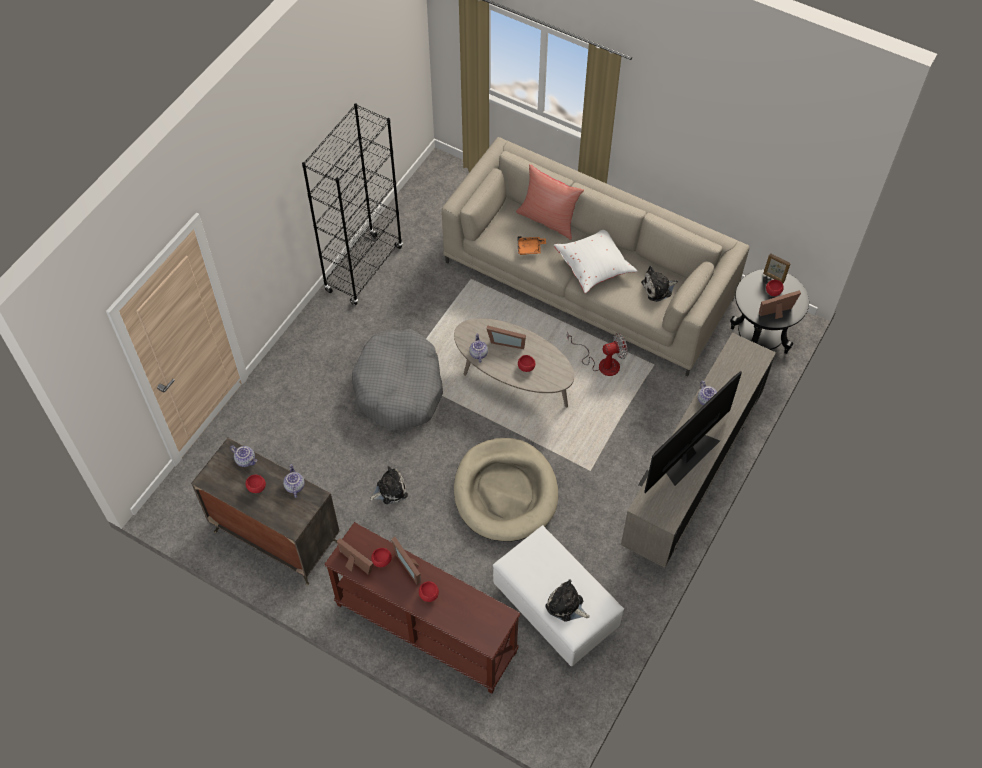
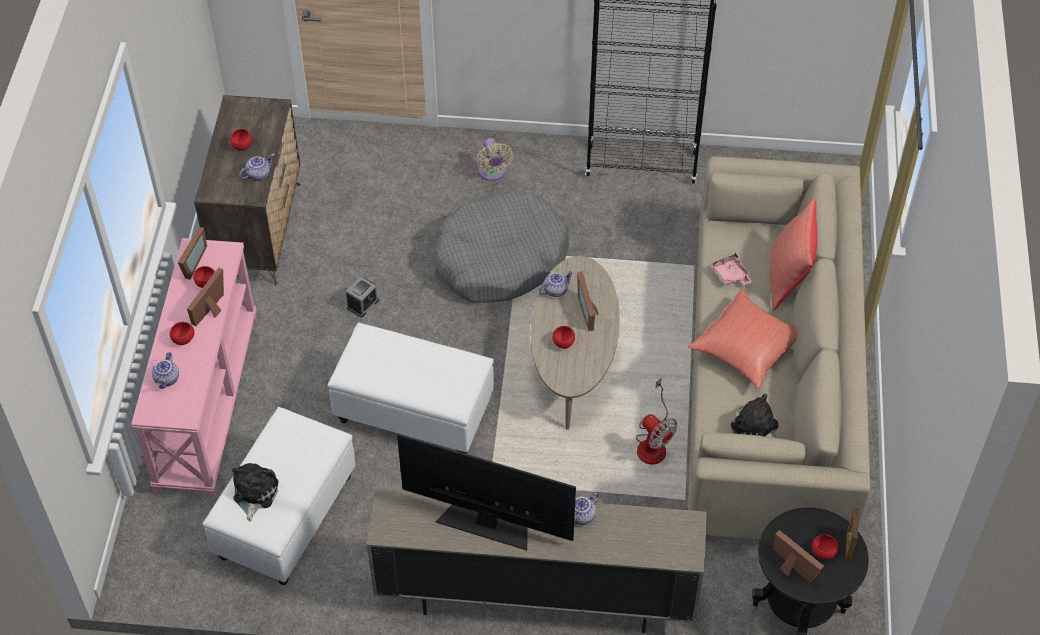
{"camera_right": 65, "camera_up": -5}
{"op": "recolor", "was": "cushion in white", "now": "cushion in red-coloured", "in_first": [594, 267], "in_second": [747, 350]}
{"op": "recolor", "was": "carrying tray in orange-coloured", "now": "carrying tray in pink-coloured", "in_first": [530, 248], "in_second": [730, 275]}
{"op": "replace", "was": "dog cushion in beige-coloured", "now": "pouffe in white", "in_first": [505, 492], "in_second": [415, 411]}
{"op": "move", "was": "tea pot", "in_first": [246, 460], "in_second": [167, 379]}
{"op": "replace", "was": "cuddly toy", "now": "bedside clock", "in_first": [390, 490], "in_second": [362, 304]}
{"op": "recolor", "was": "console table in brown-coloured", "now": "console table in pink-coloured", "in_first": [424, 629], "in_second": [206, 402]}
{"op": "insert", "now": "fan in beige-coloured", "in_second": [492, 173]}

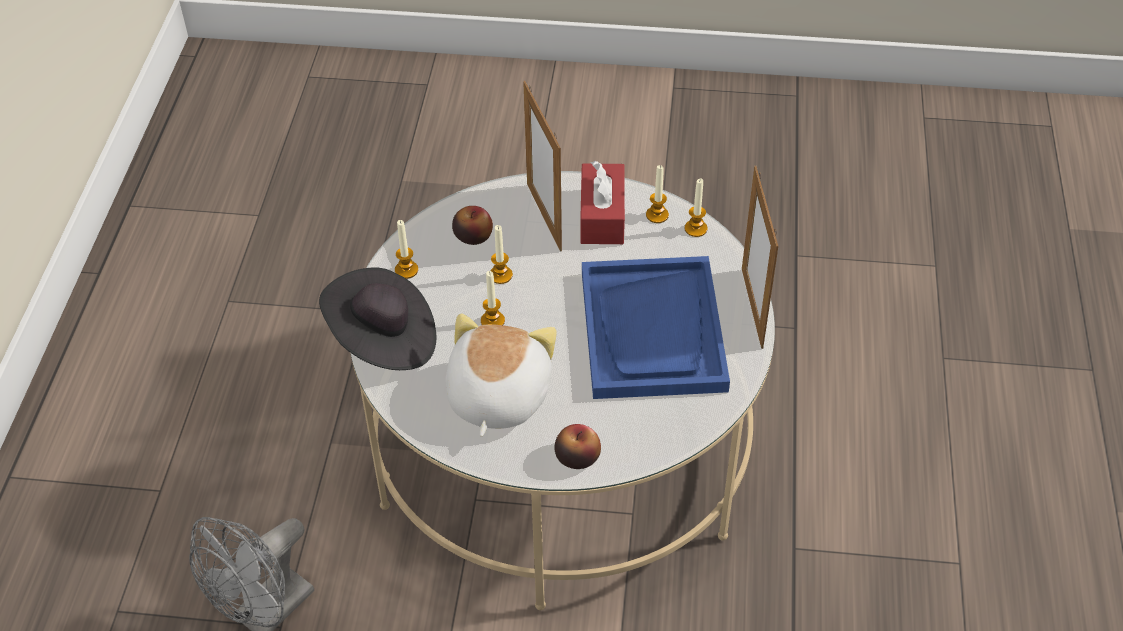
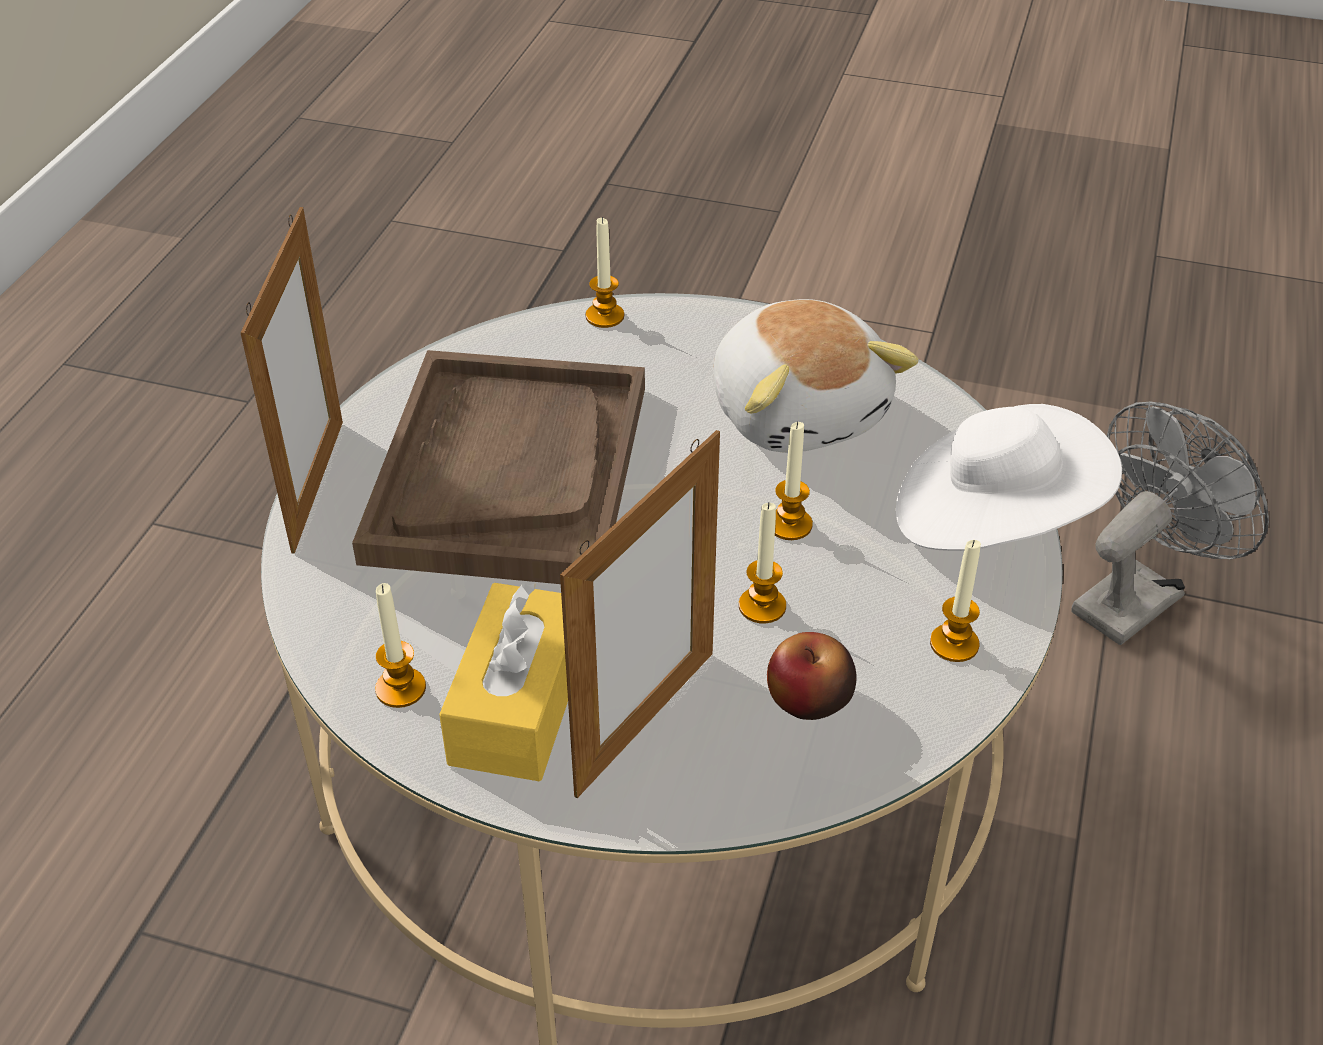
{"camera_right": -170, "camera_up": -5}
{"op": "rotate", "was": "photo frame", "in_first": [544, 217], "in_second": [645, 722], "clockwise": 45}
{"op": "recolor", "was": "box of tissues in red-coloured", "now": "box of tissues in yellow", "in_first": [602, 216], "in_second": [518, 704]}
{"op": "move", "was": "wax light", "in_first": [695, 229], "in_second": [605, 316]}
{"op": "recolor", "was": "carrying tray in blue", "now": "carrying tray in brown-coloured", "in_first": [653, 331], "in_second": [509, 471]}
{"op": "recolor", "was": "hat in black-coloured", "now": "hat in white", "in_first": [383, 340], "in_second": [993, 519]}
{"op": "rotate", "was": "cuddly toy", "in_first": [496, 396], "in_second": [799, 411], "clockwise": -45}
{"op": "delete", "was": "apple fruit", "in_first": [577, 457]}

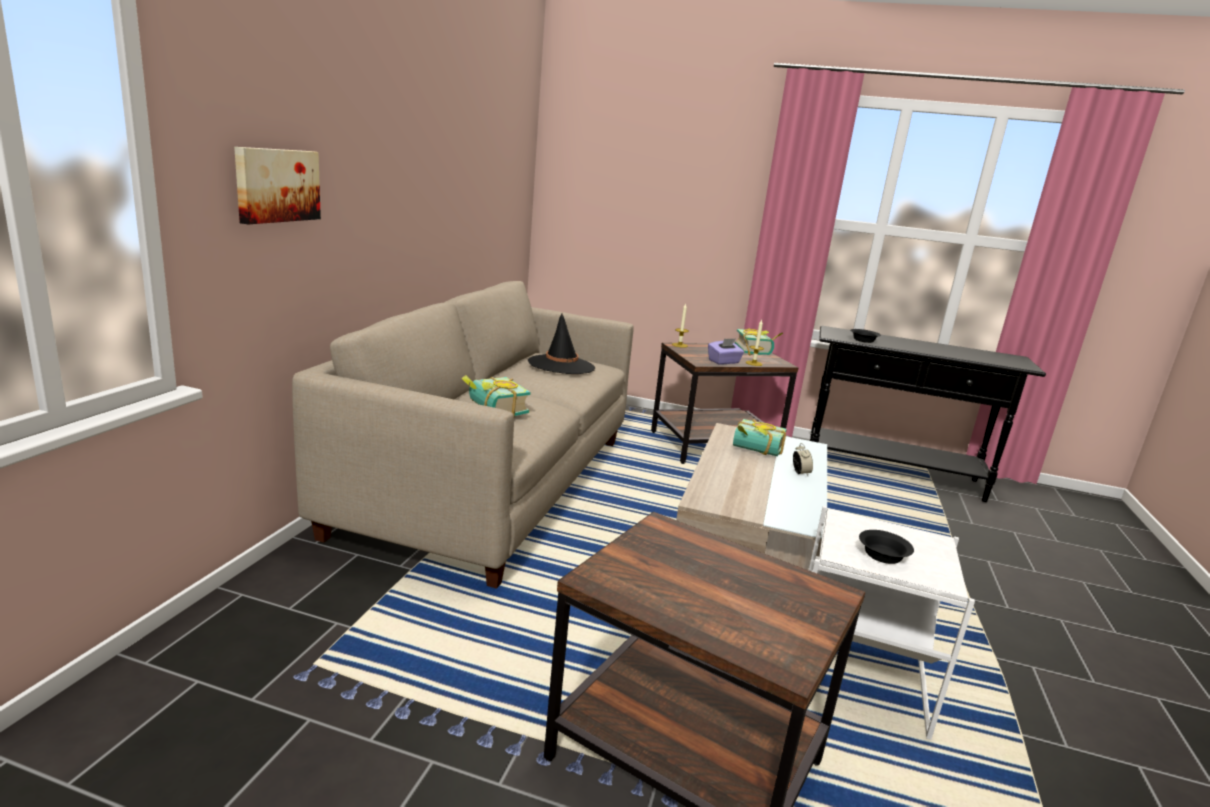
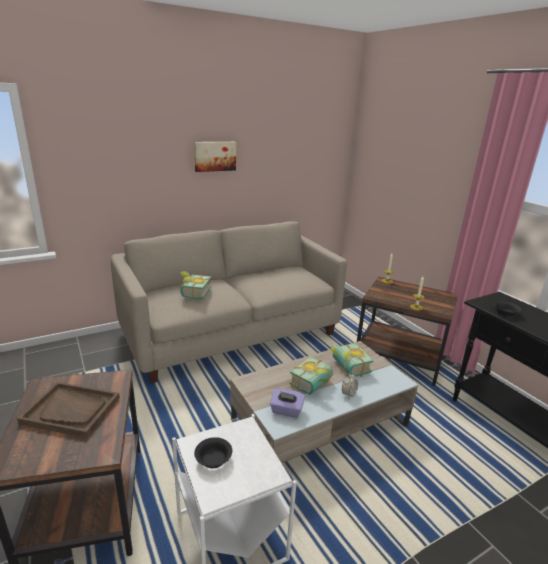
{"camera_right": 45, "camera_up": 5}
{"op": "move", "was": "wall picture", "in_first": [276, 185], "in_second": [214, 156]}
{"op": "delete", "was": "hat in black-coloured", "in_first": [561, 365]}
{"op": "move", "was": "bound book", "in_first": [757, 351], "in_second": [314, 385]}
{"op": "move", "was": "box of tissues in purplish", "in_first": [724, 362], "in_second": [286, 411]}
{"op": "insert", "now": "carrying tray in brown-coloured", "in_second": [71, 410]}

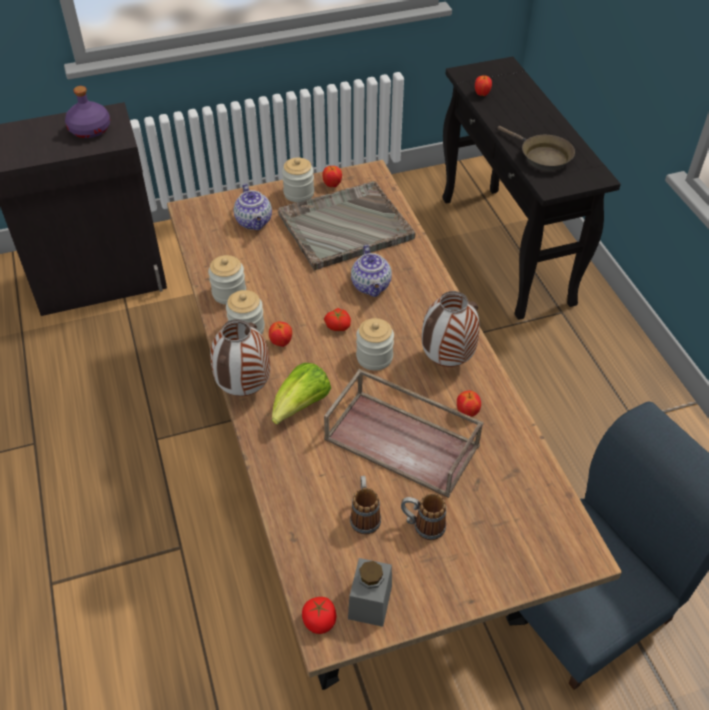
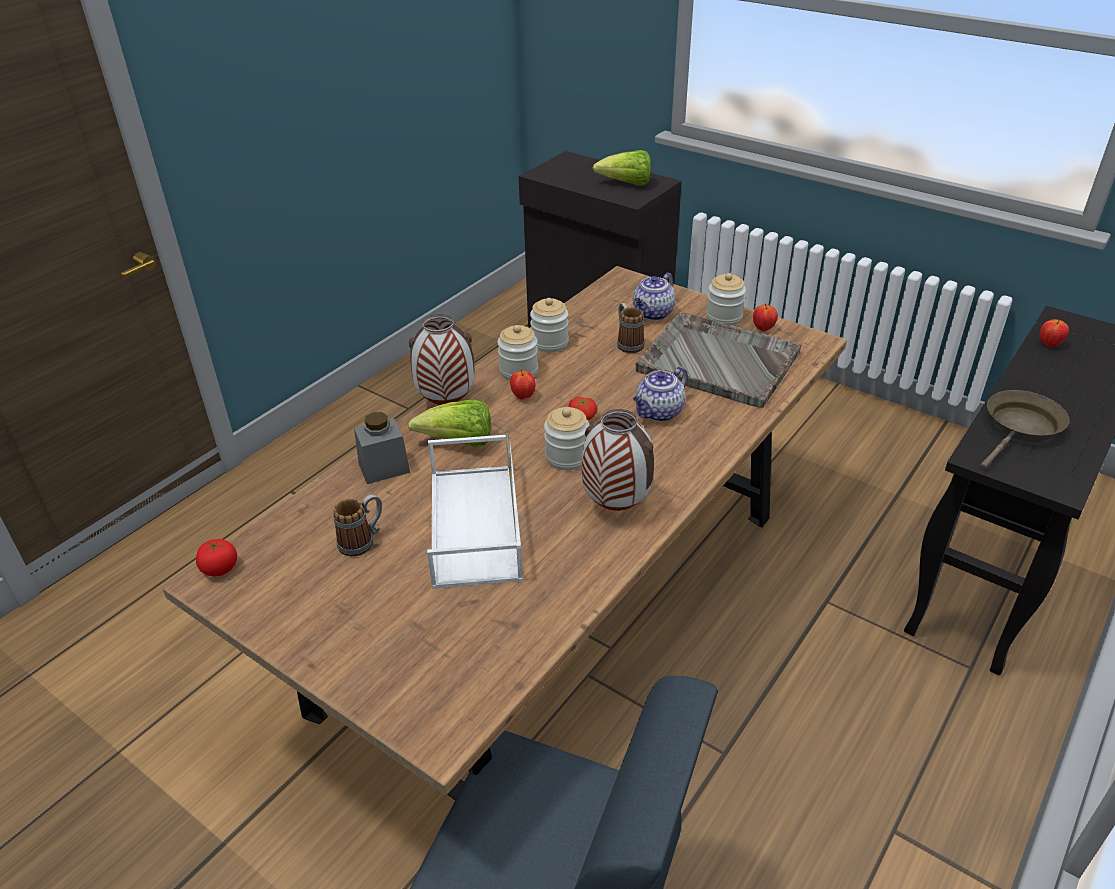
{"camera_right": 55, "camera_up": -10}
{"op": "replace", "was": "drink bottle in purplish", "now": "lettuce head", "in_first": [90, 129], "in_second": [626, 184]}
{"op": "rotate", "was": "skillet in brown-coloured", "in_first": [542, 157], "in_second": [1020, 429], "clockwise": -150}
{"op": "recolor", "was": "carrying tray in brown-coloured", "now": "carrying tray in white", "in_first": [403, 442], "in_second": [476, 525]}
{"op": "delete", "was": "apple fruit", "in_first": [467, 413]}
{"op": "move", "was": "tea mug", "in_first": [422, 525], "in_second": [627, 343]}
{"op": "move", "was": "preserve jar in greyish", "in_first": [370, 602], "in_second": [384, 468]}

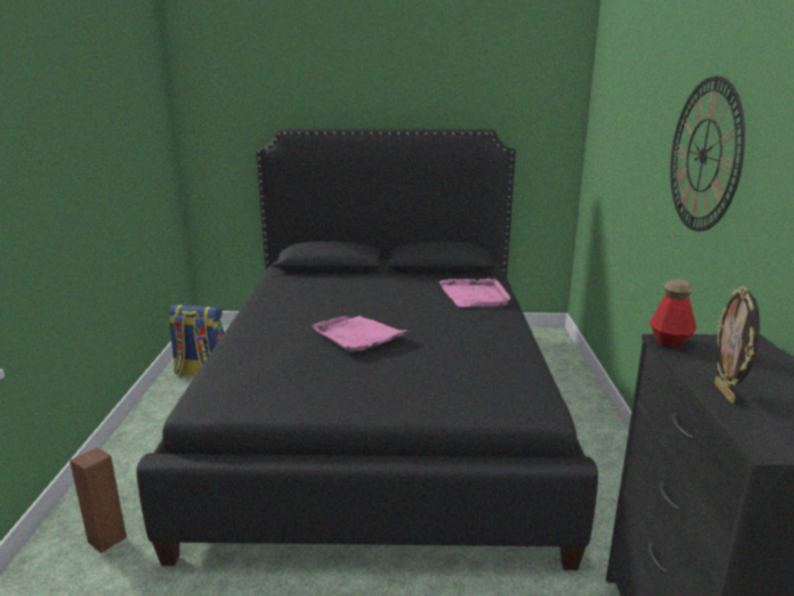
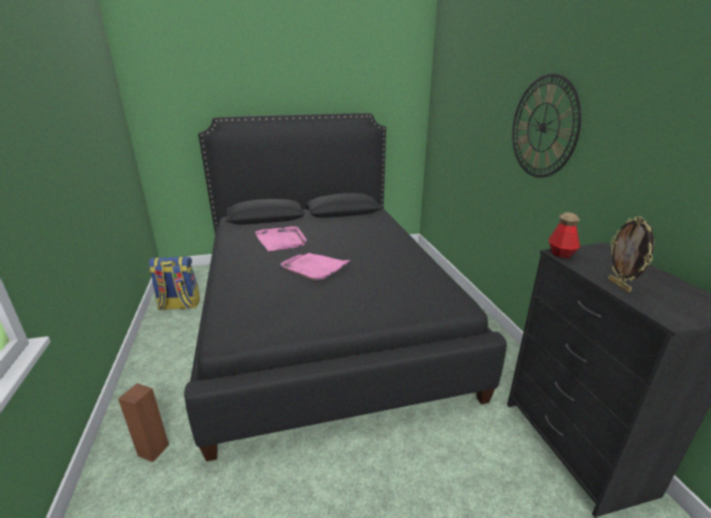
{"camera_right": -15, "camera_up": 5}
{"op": "move", "was": "carrying tray in pink-coloured", "in_first": [475, 295], "in_second": [282, 240]}

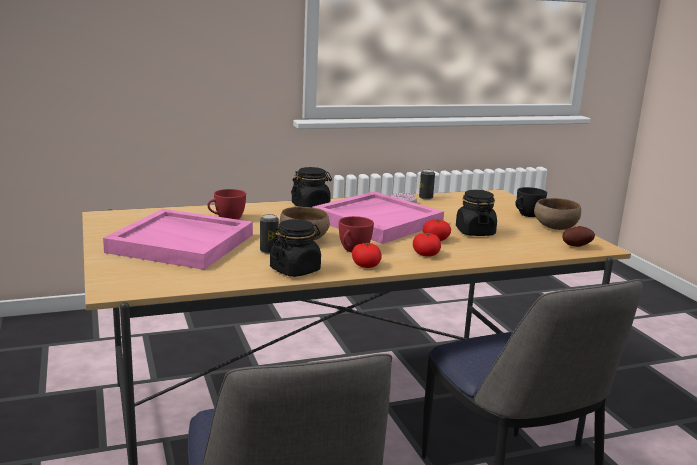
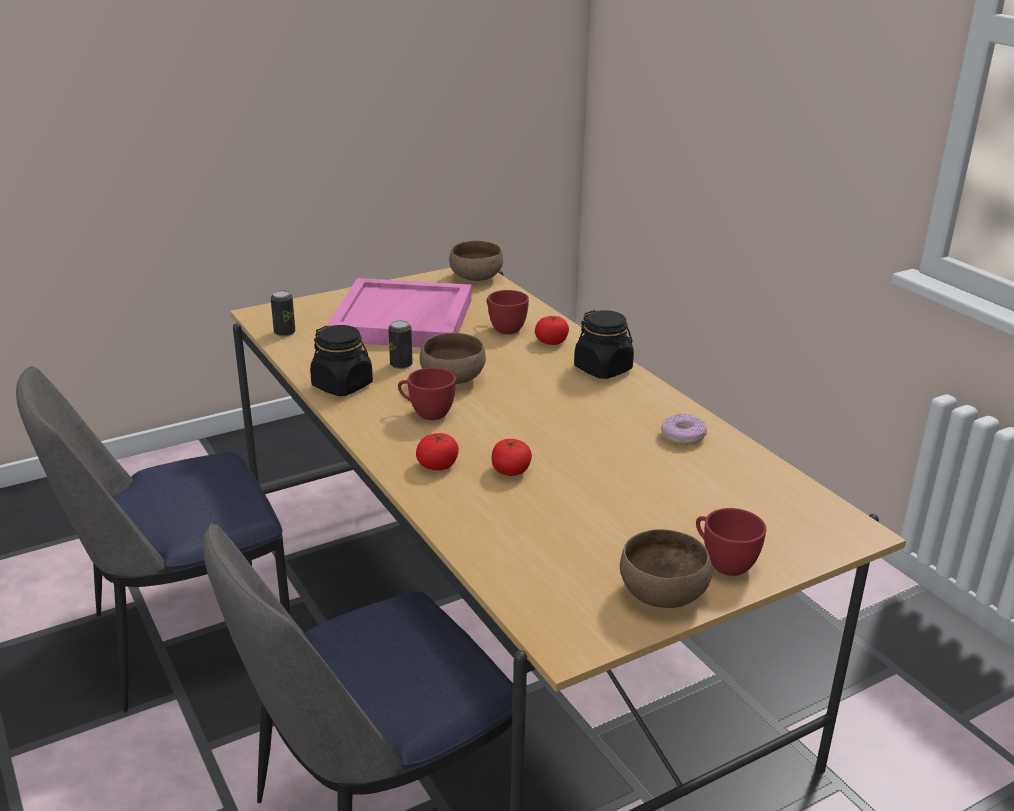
{"camera_right": 80, "camera_up": 10}
{"op": "move", "was": "sealed can", "in_first": [425, 198], "in_second": [284, 332]}
{"op": "recolor", "was": "small cup in black-coloured", "now": "small cup in red-coloured", "in_first": [526, 215], "in_second": [723, 562]}
{"op": "delete", "was": "preserve jar in black-coloured", "in_first": [474, 232]}
{"op": "delete", "was": "carrying tray in pink-coloured", "in_first": [377, 221]}
{"op": "delete", "was": "spud", "in_first": [575, 246]}
{"op": "move", "was": "whole tomato", "in_first": [366, 265], "in_second": [551, 341]}
{"op": "insert", "now": "serving bowl in brown-coloured", "in_second": [476, 278]}

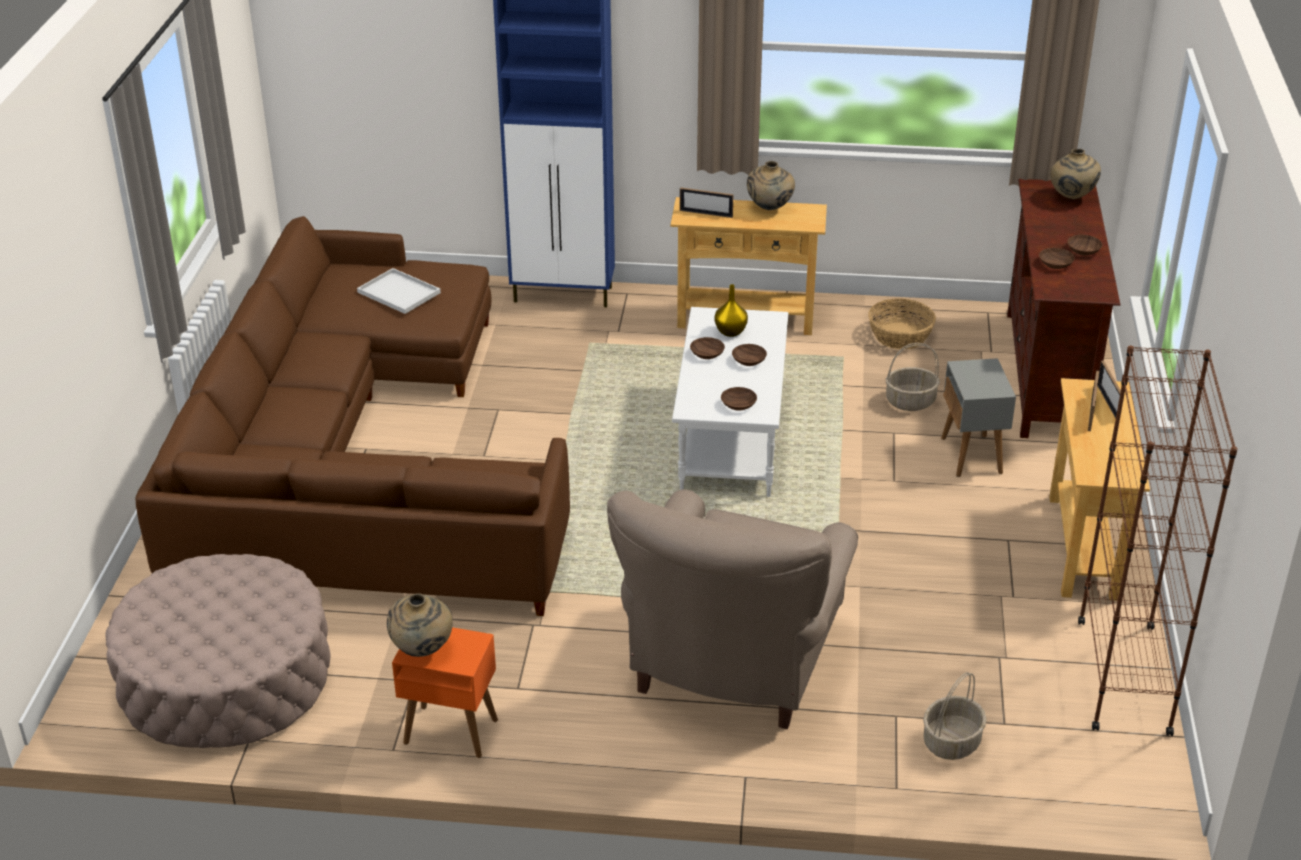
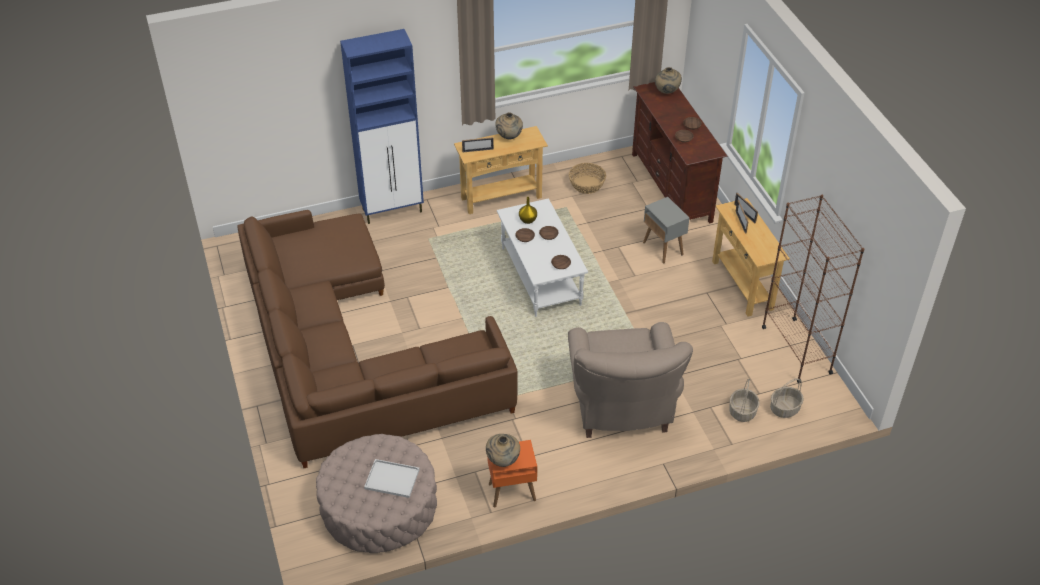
{"camera_right": -25, "camera_up": 10}
{"op": "move", "was": "carrying tray in white", "in_first": [397, 292], "in_second": [391, 479]}
{"op": "move", "was": "household basket", "in_first": [910, 401], "in_second": [784, 408]}

